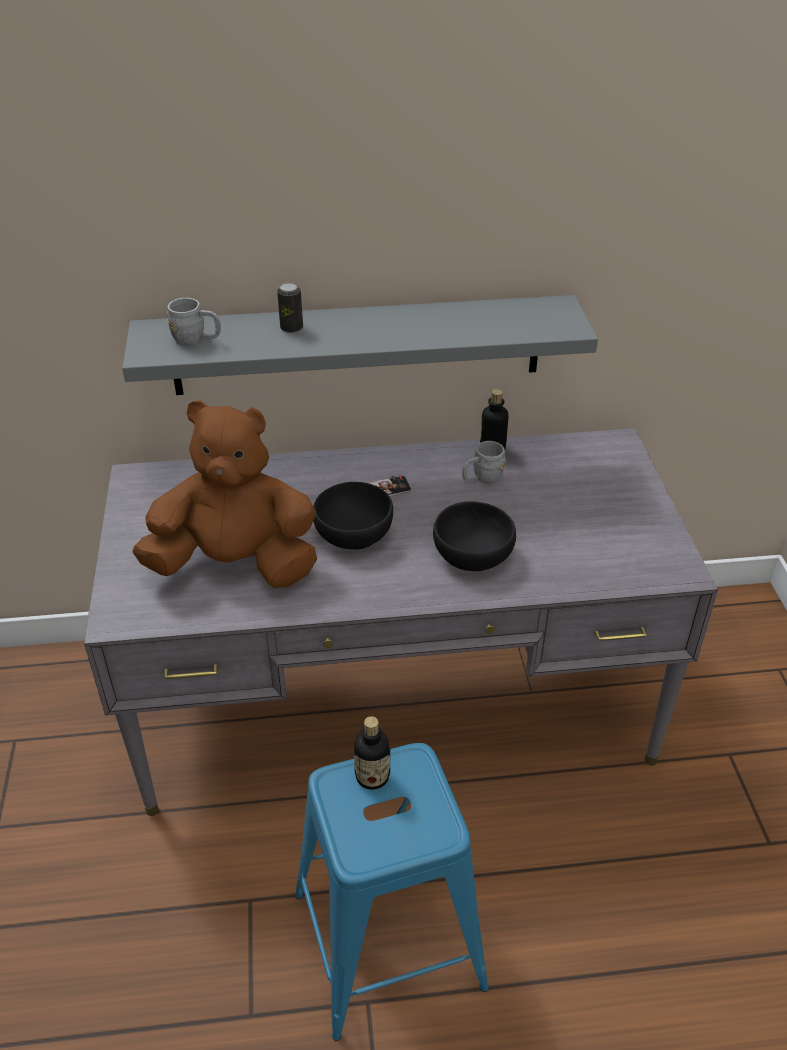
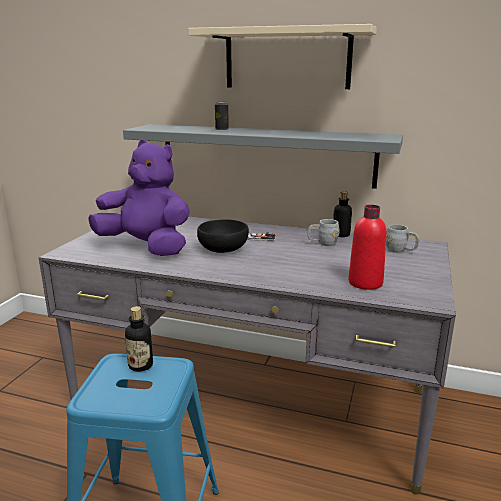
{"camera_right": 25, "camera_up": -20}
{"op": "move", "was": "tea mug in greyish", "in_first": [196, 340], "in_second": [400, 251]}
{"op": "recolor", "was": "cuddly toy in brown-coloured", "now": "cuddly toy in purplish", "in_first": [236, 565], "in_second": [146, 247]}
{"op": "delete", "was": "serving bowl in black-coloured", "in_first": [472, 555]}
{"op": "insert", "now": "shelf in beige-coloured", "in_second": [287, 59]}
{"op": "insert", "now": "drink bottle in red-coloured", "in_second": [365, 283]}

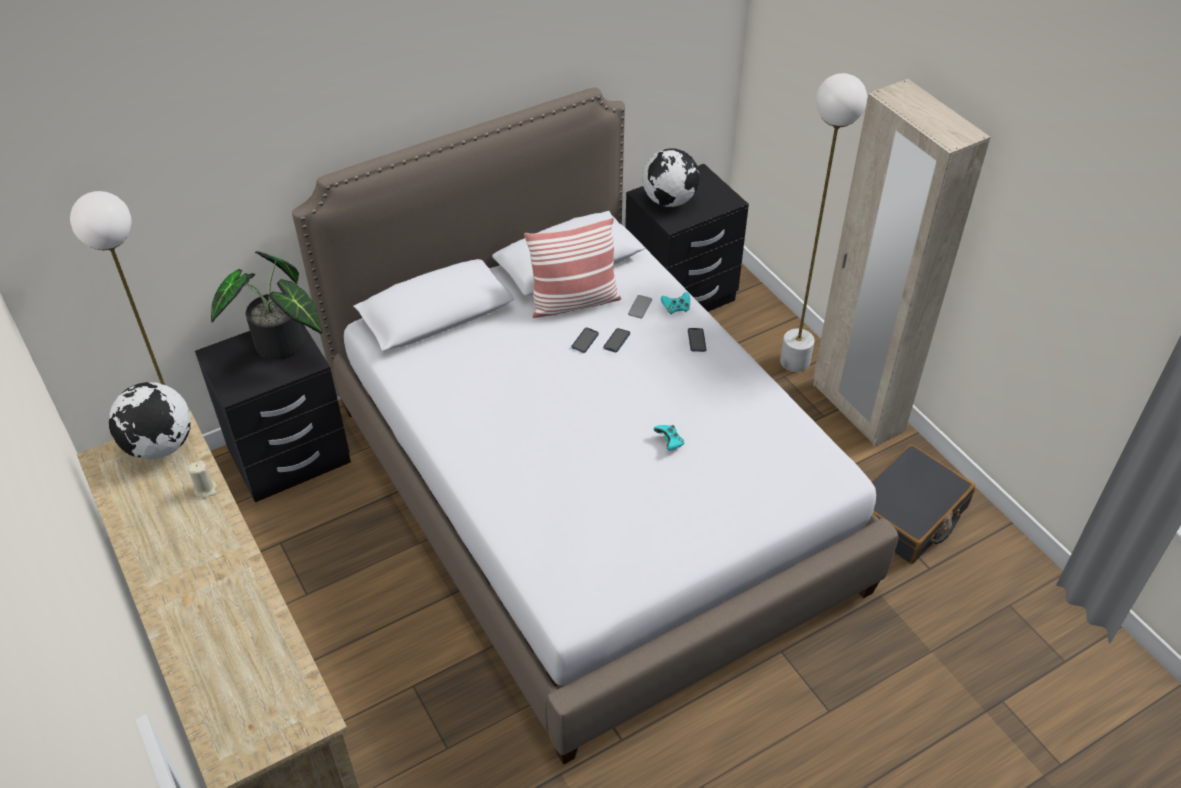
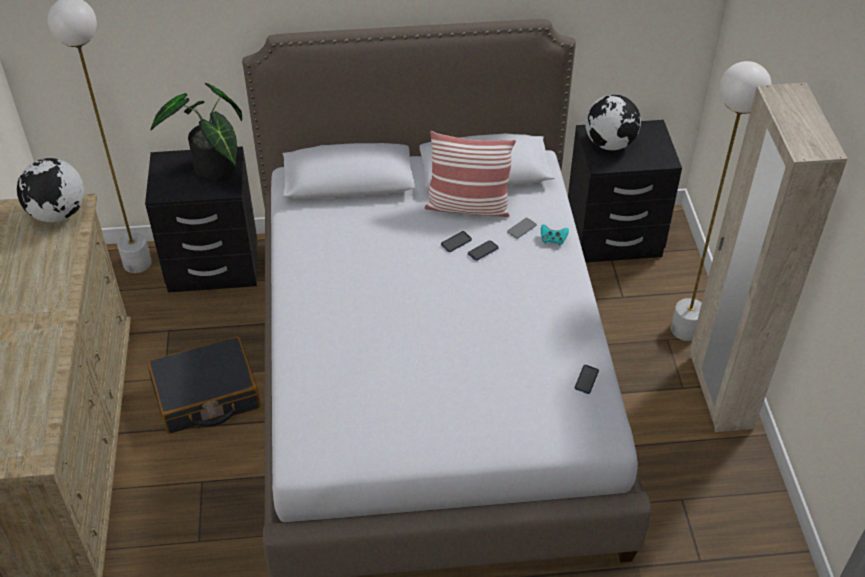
{"camera_right": 25, "camera_up": 0}
{"op": "move", "was": "handset", "in_first": [696, 340], "in_second": [586, 380]}
{"op": "delete", "was": "gamepad in blue-green", "in_first": [669, 442]}
{"op": "move", "was": "suitcase in black-coloured", "in_first": [908, 515], "in_second": [206, 395]}
{"op": "delete", "was": "wax light in beige-coloured", "in_first": [205, 489]}

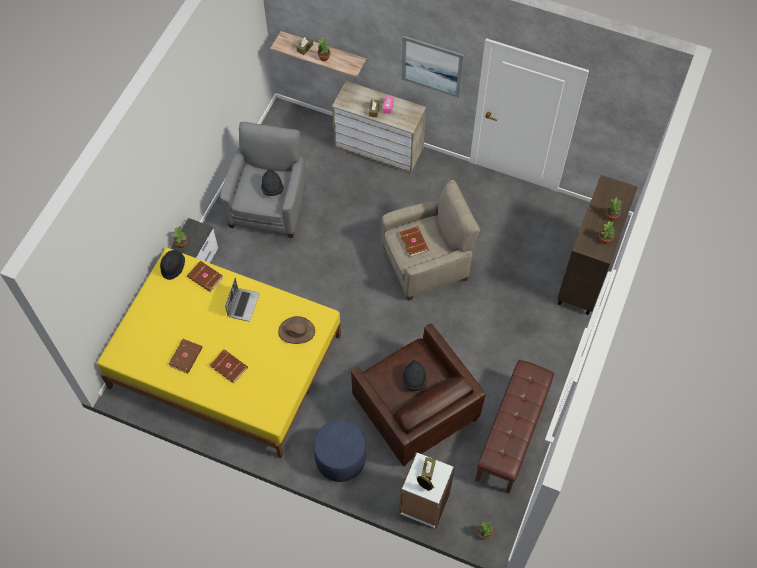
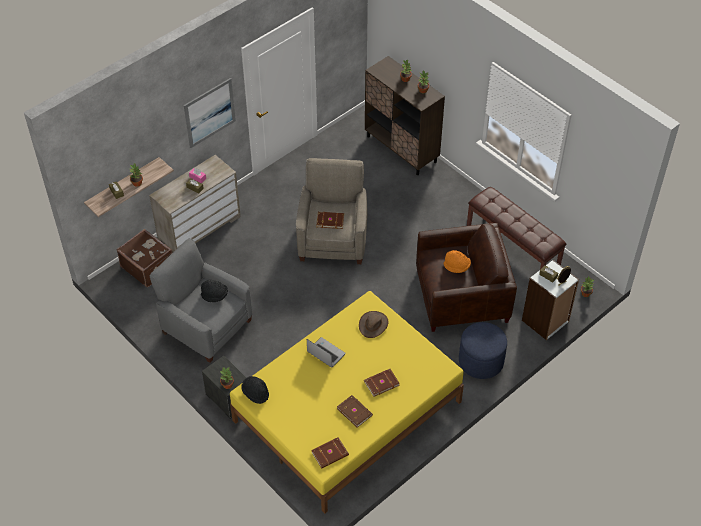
{"camera_right": -65, "camera_up": -10}
{"op": "move", "was": "bound book in brown-coloured", "in_first": [205, 278], "in_second": [330, 454]}
{"op": "recolor", "was": "hat in black-coloured", "now": "hat in orange-coloured", "in_first": [414, 380], "in_second": [457, 267]}
{"op": "insert", "now": "suitcase in brown-coloured", "in_second": [148, 266]}

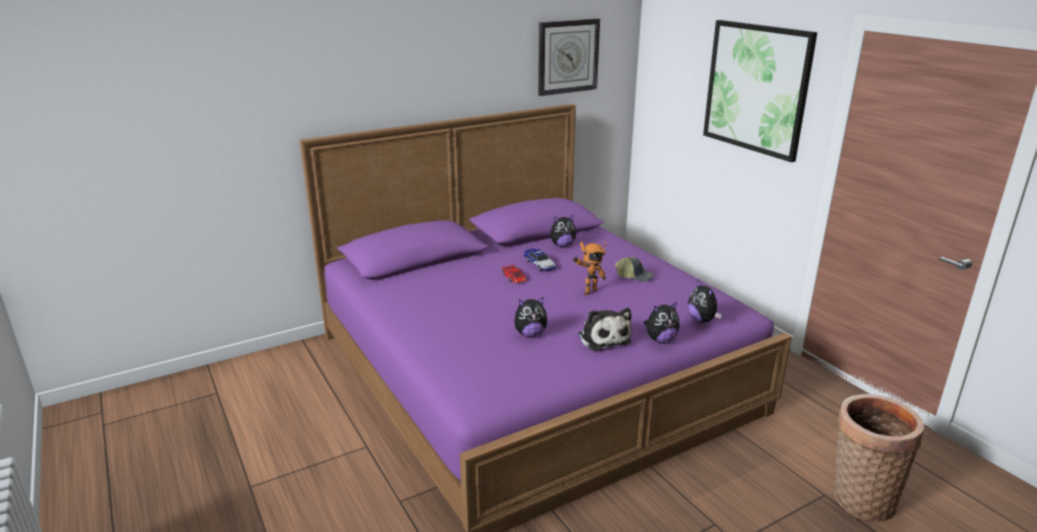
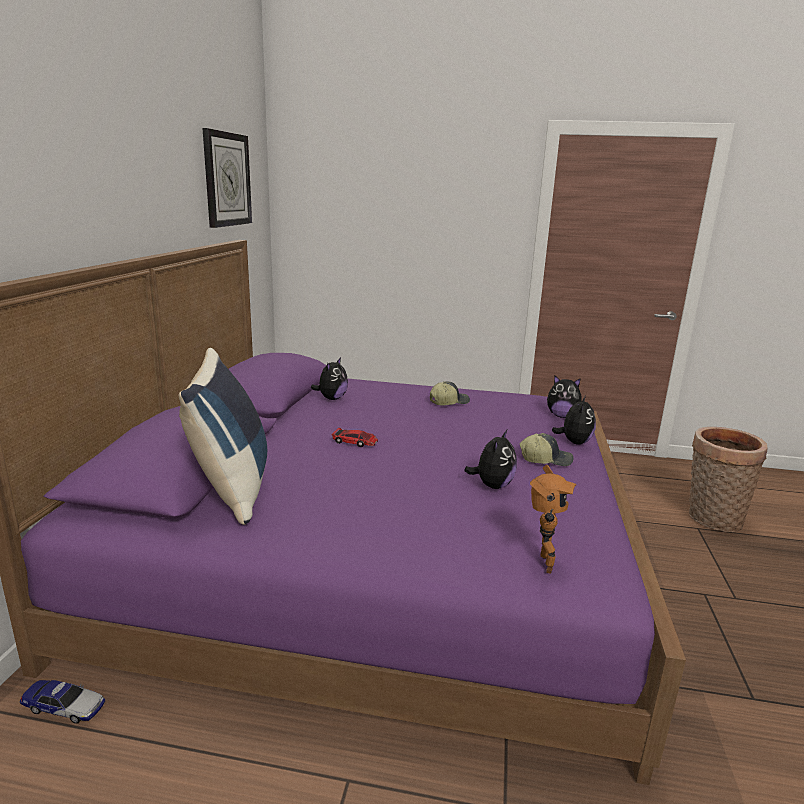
{"camera_right": -50, "camera_up": -5}
{"op": "delete", "was": "wall picture", "in_first": [756, 88]}
{"op": "move", "was": "model robot", "in_first": [588, 291], "in_second": [541, 564]}
{"op": "move", "was": "model car", "in_first": [539, 264], "in_second": [64, 706]}
{"op": "replace", "was": "cuddly toy", "now": "baseball cap", "in_first": [603, 337], "in_second": [545, 459]}
{"op": "insert", "now": "cushion in blue", "in_second": [231, 488]}

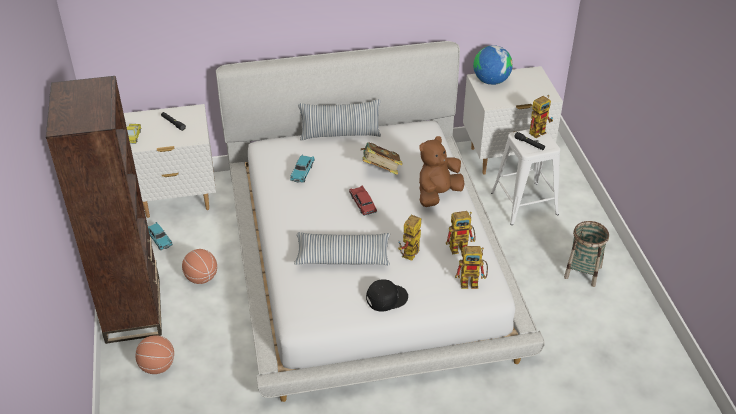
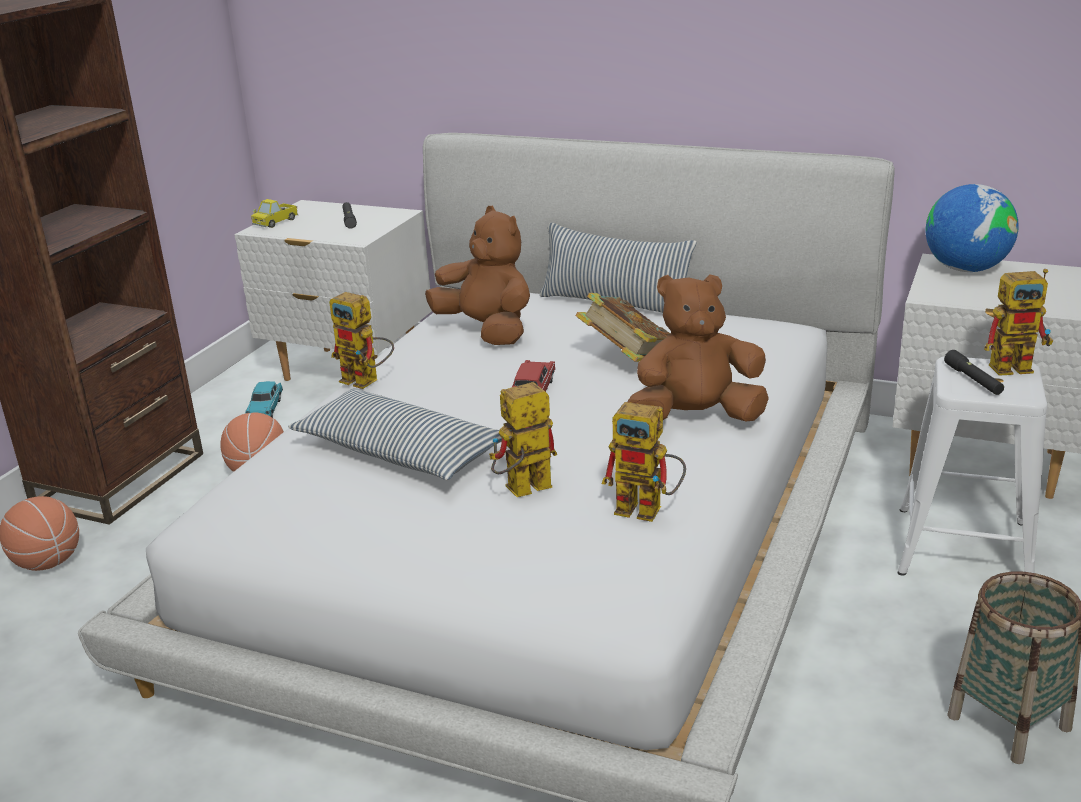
{"camera_right": 35, "camera_up": -15}
{"op": "replace", "was": "model car in blue-green", "now": "cuddly toy in brown-coloured", "in_first": [302, 172], "in_second": [487, 331]}
{"op": "move", "was": "model robot", "in_first": [473, 282], "in_second": [367, 381]}
{"op": "delete", "was": "baseball cap in black-coloured", "in_first": [386, 297]}

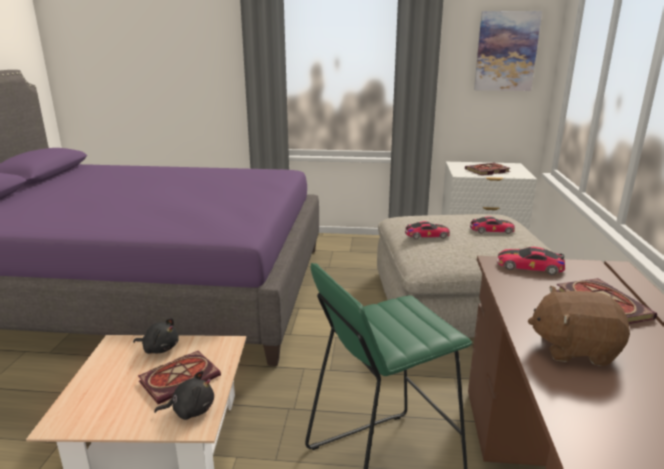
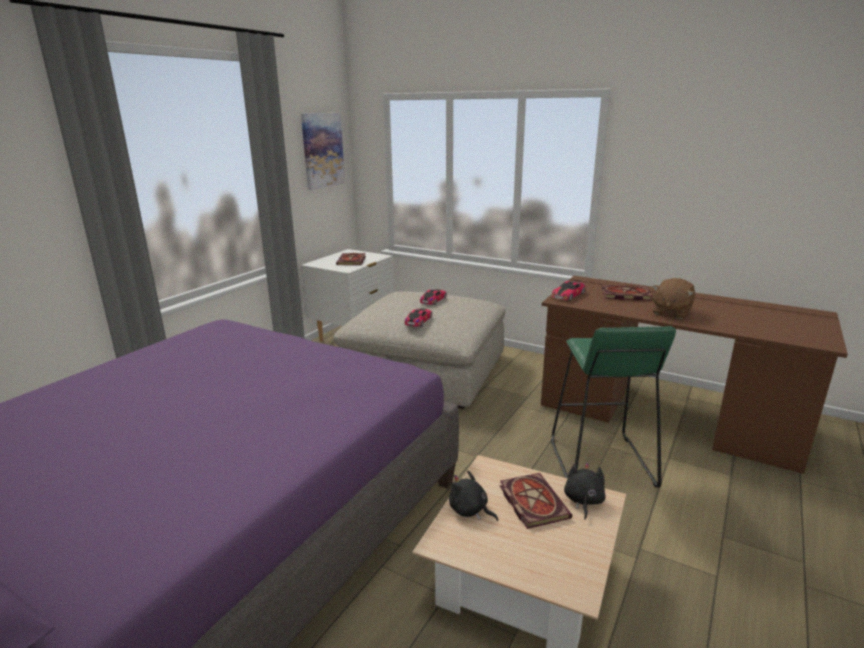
{"camera_right": -65, "camera_up": 0}
{"op": "rotate", "was": "cuddly toy in black-coloured", "in_first": [159, 348], "in_second": [470, 510], "clockwise": -90}

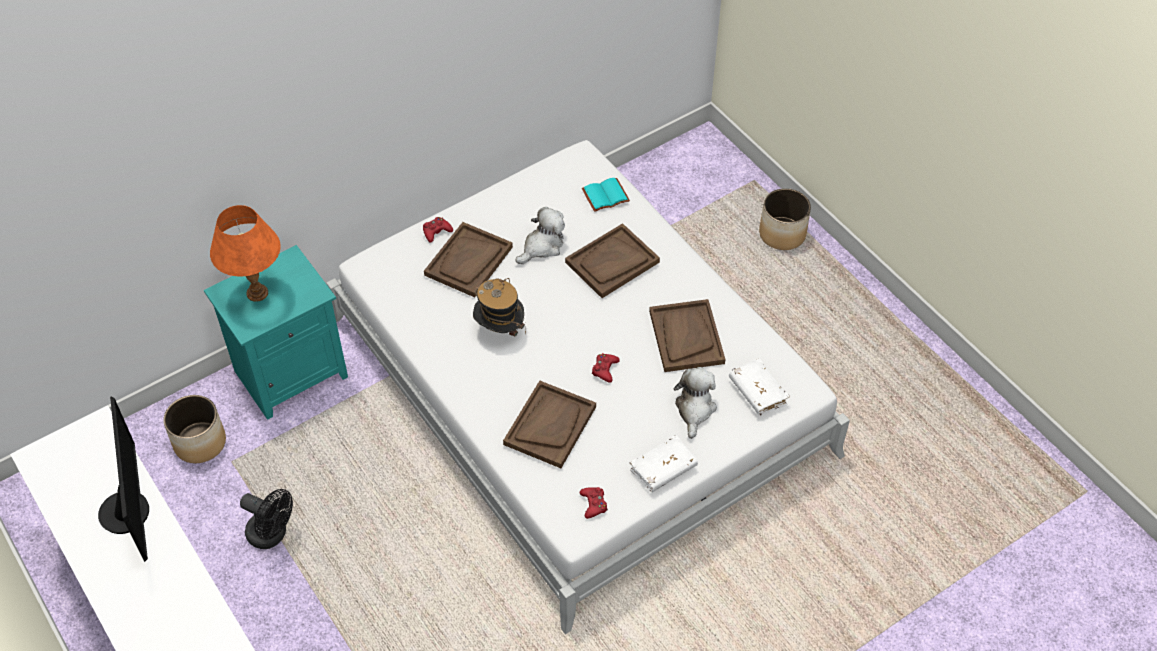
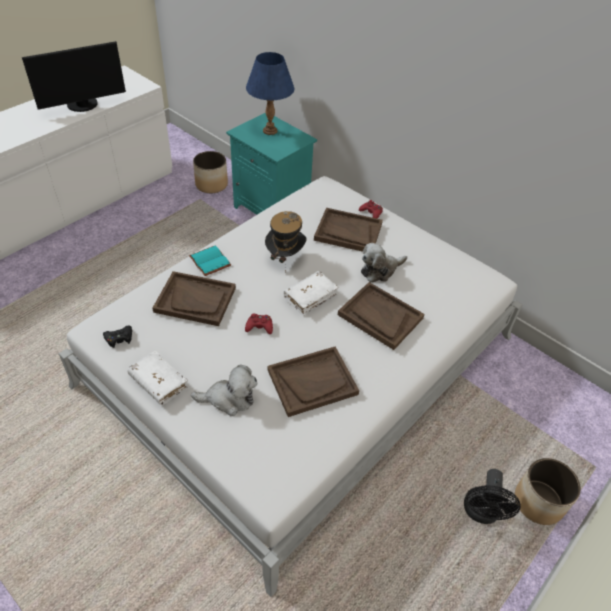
{"camera_right": 75, "camera_up": -5}
{"op": "move", "was": "bound book in blue-green", "in_first": [605, 197], "in_second": [208, 261]}
{"op": "recolor", "was": "lamp for a table in orange-coloured", "now": "lamp for a table in blue", "in_first": [256, 293], "in_second": [270, 130]}
{"op": "rotate", "was": "cuddly toy", "in_first": [542, 246], "in_second": [380, 270], "clockwise": 120}
{"op": "move", "was": "bound book in white", "in_first": [757, 392], "in_second": [310, 297]}
{"op": "recolor", "was": "gamepad in red-coloured", "now": "gamepad in black-coloured", "in_first": [594, 504], "in_second": [119, 338]}
{"op": "move", "was": "fan in black-coloured", "in_first": [272, 535], "in_second": [481, 513]}

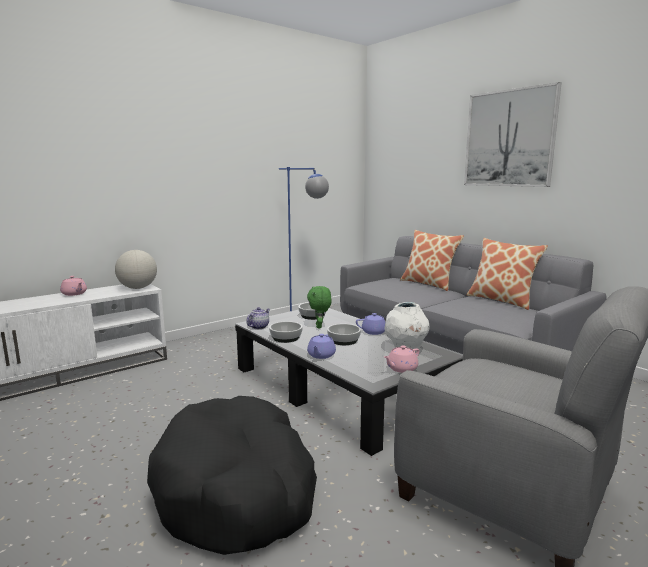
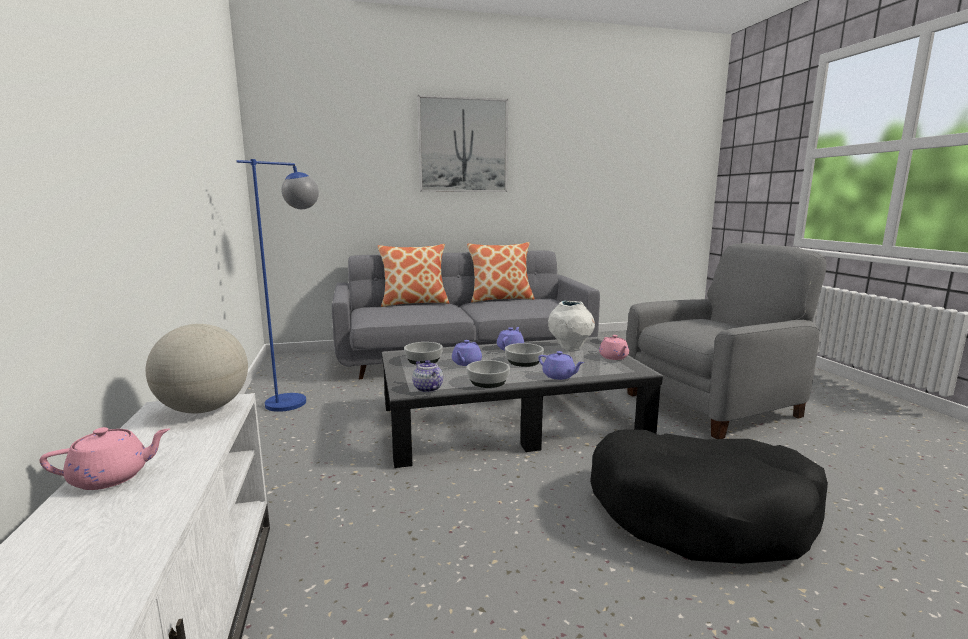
{"camera_right": -65, "camera_up": 0}
{"op": "replace", "was": "cuddly toy in greenish", "now": "tea pot in purplish", "in_first": [319, 326], "in_second": [466, 363]}

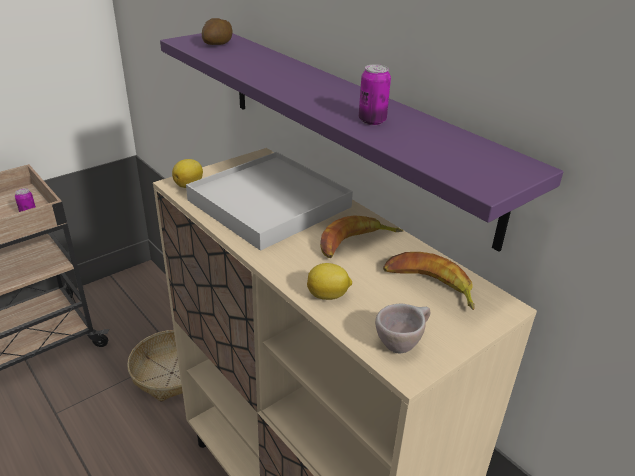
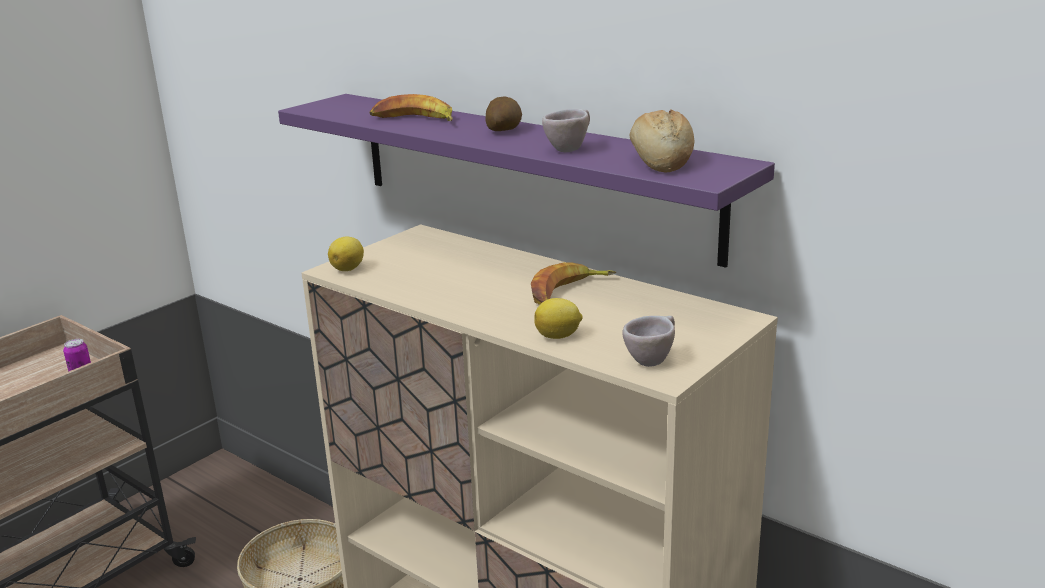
{"camera_right": -10, "camera_up": -10}
{"op": "move", "was": "spud", "in_first": [217, 44], "in_second": [504, 130]}
{"op": "replace", "was": "sealed can", "now": "small cup in beige-coloured", "in_first": [372, 121], "in_second": [570, 149]}
{"op": "delete", "was": "carrying tray in white", "in_first": [269, 204]}
{"op": "move", "was": "banana", "in_first": [429, 285], "in_second": [414, 120]}
{"op": "insert", "now": "bread", "in_second": [661, 161]}

